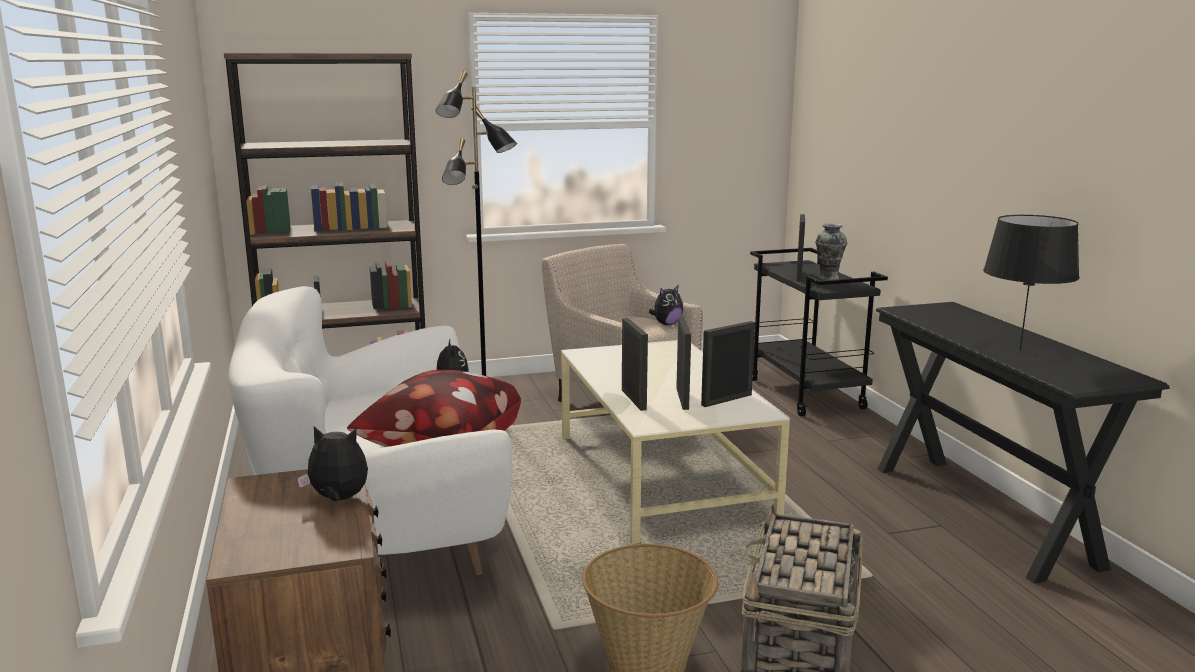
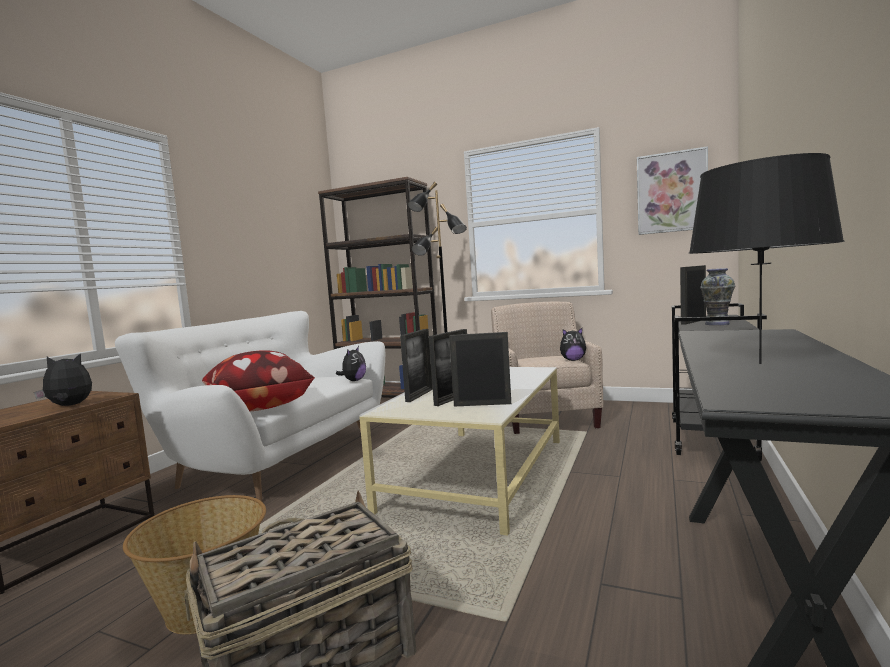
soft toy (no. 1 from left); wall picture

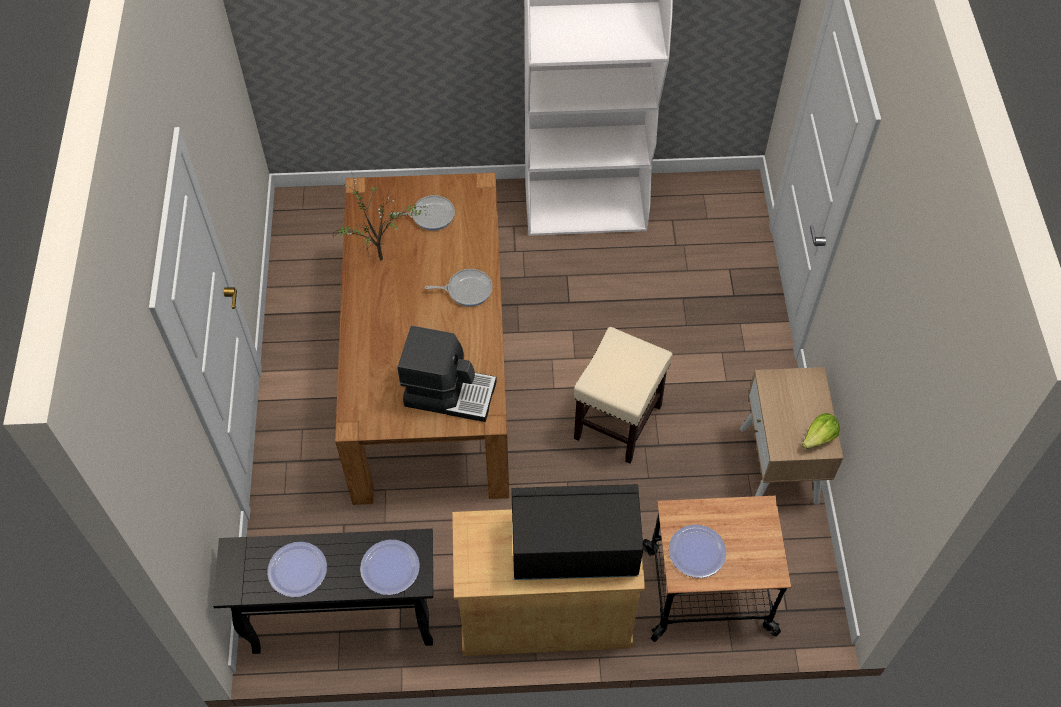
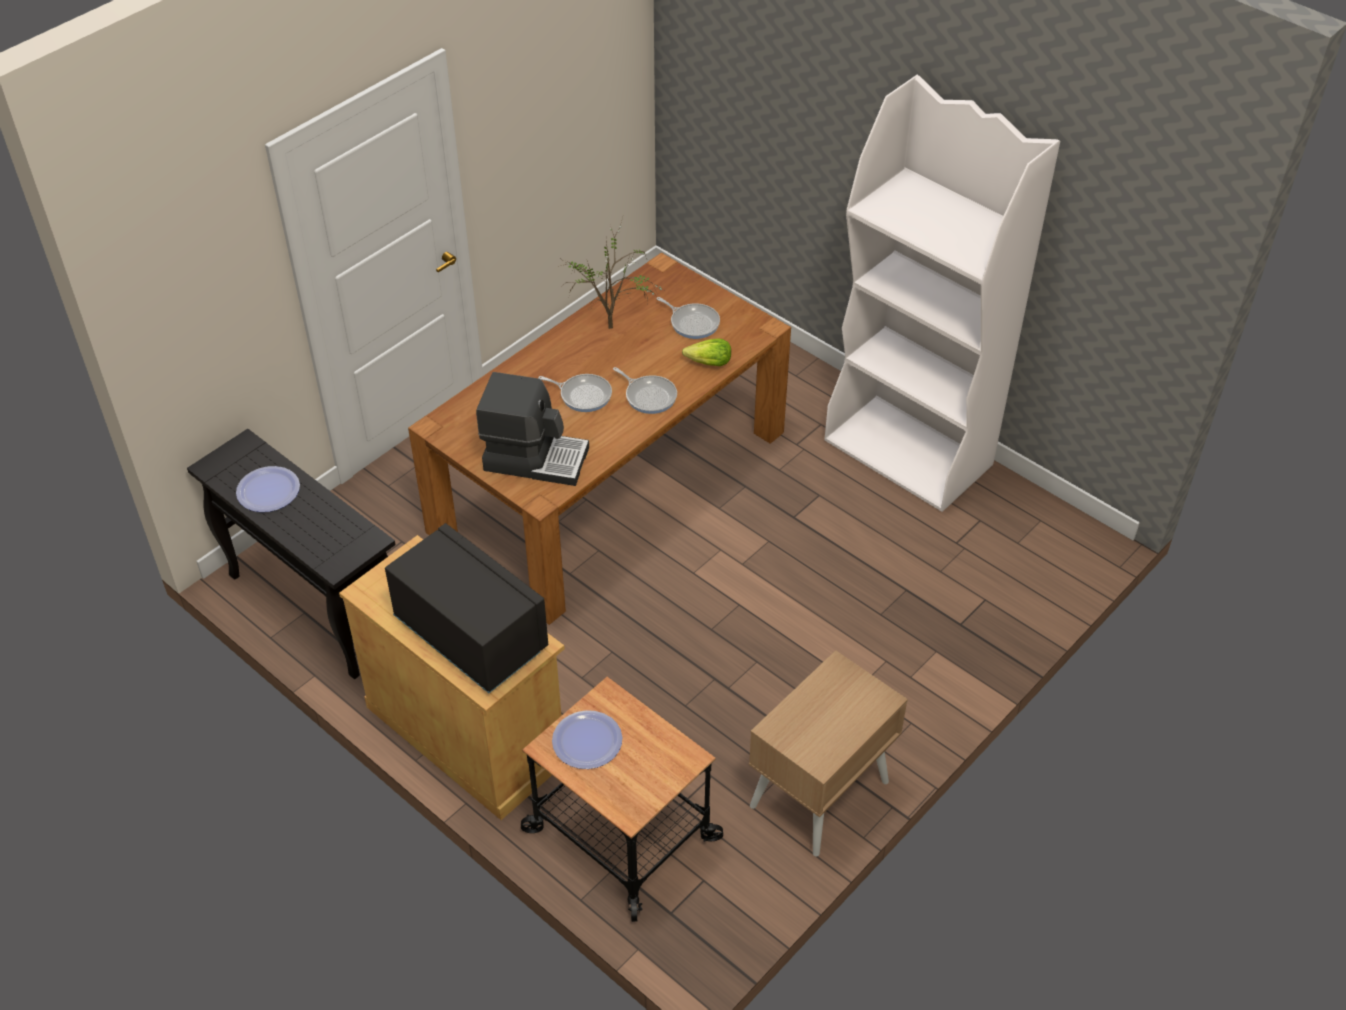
dinner plate (no. 2 from left in the first image); coffee machine; sand-coloured stool; head of lettuce; frying pan (no. 1 from left)

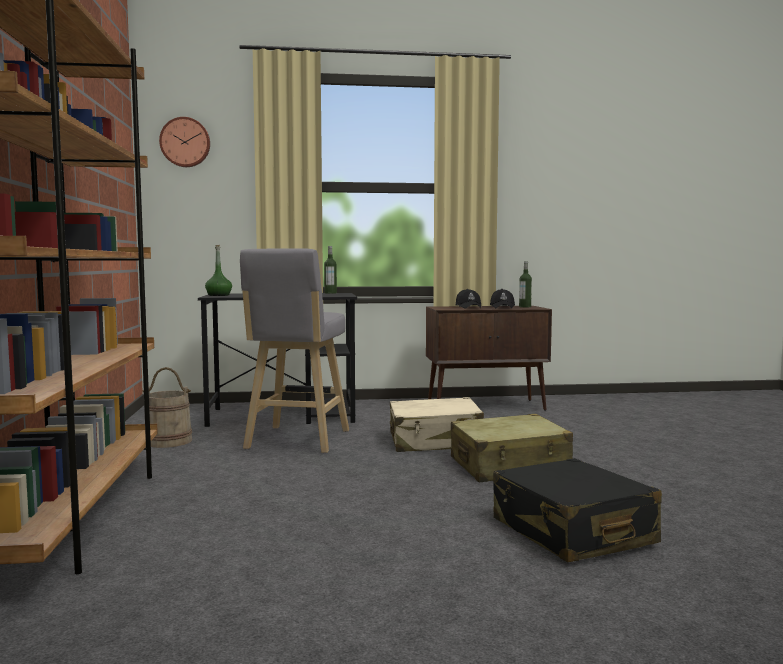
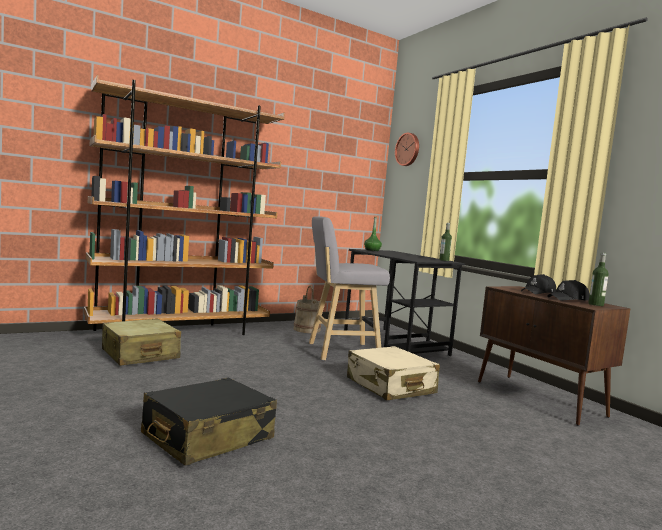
sand-coloured suitcase (no. 1 from left)

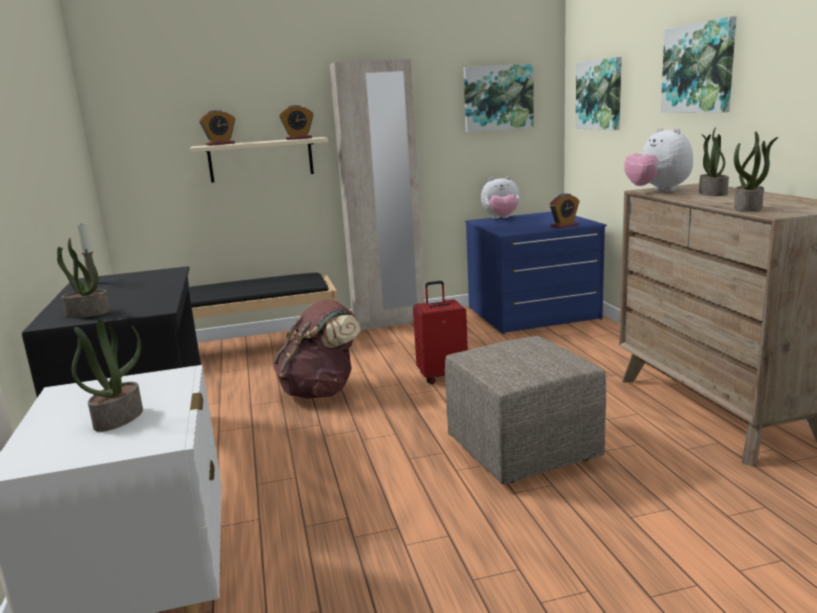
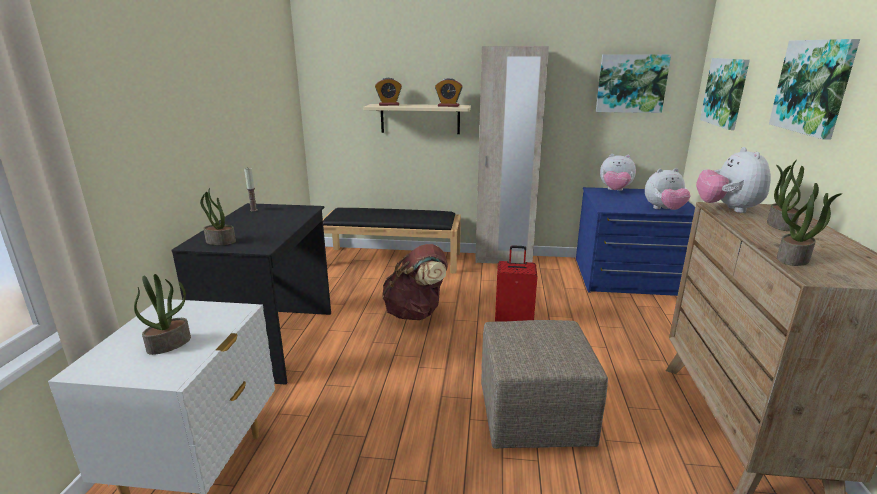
soft toy (no. 2 from left)

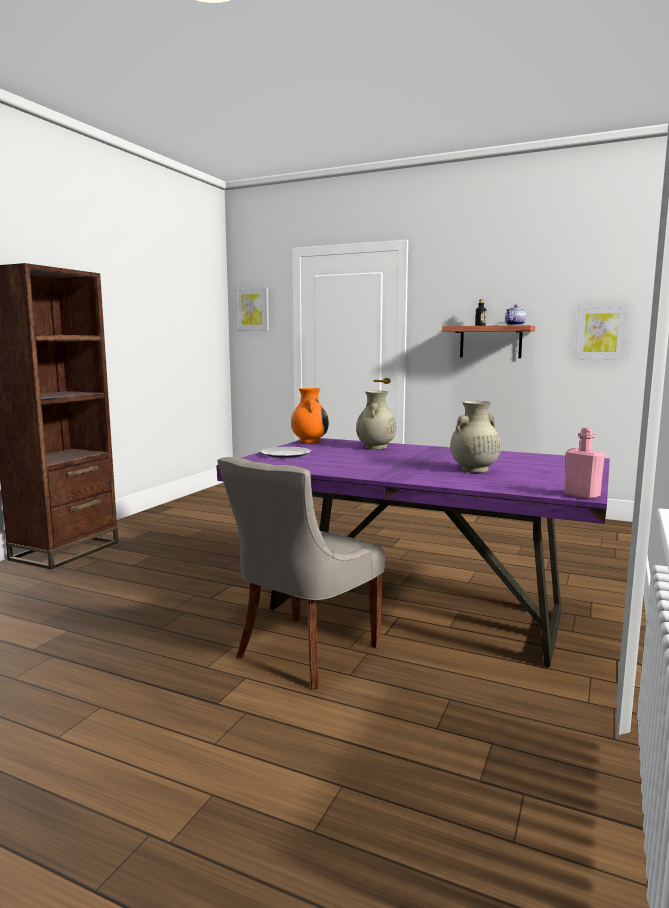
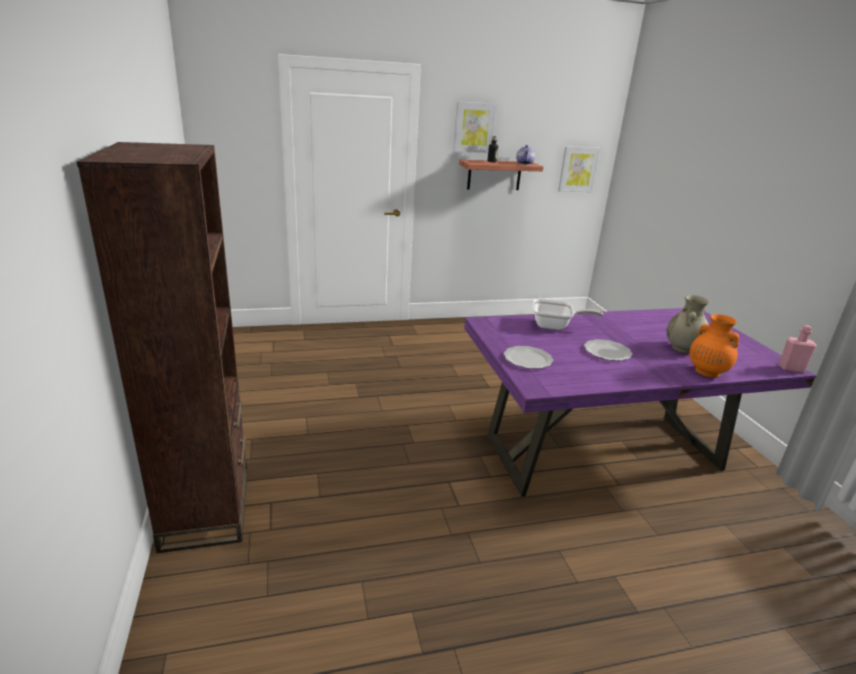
gray upright chair; wall picture (no. 1 from left); orange-coloured decorative vase; frying pan; dinner plate (no. 2 from left)

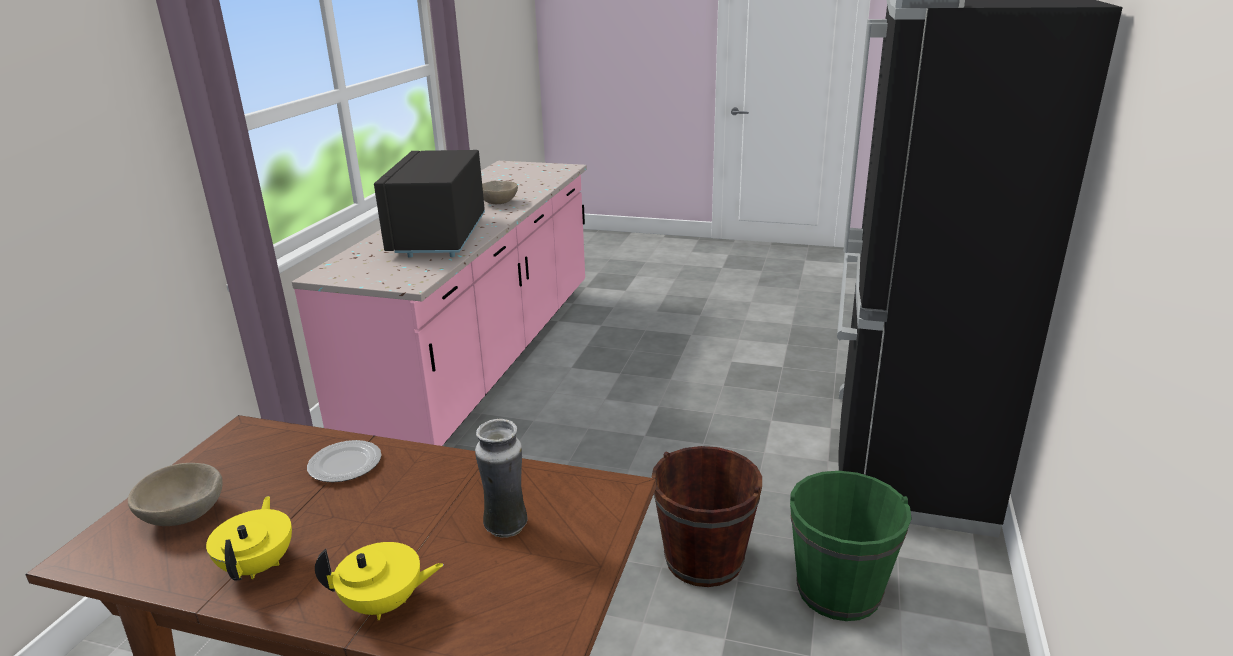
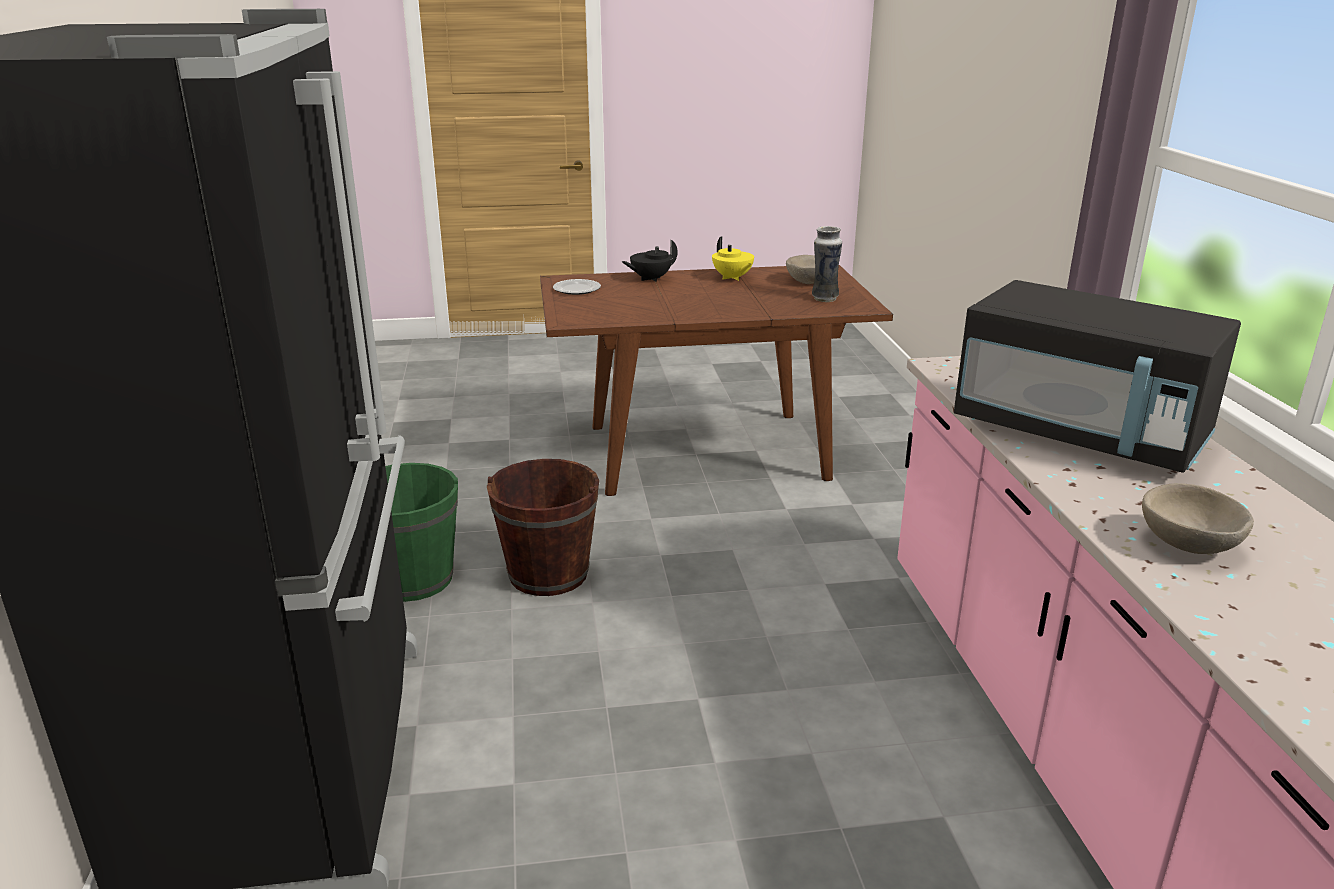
dinner plate; black-coloured pot for tea; black-coloured microwave; decorative vase

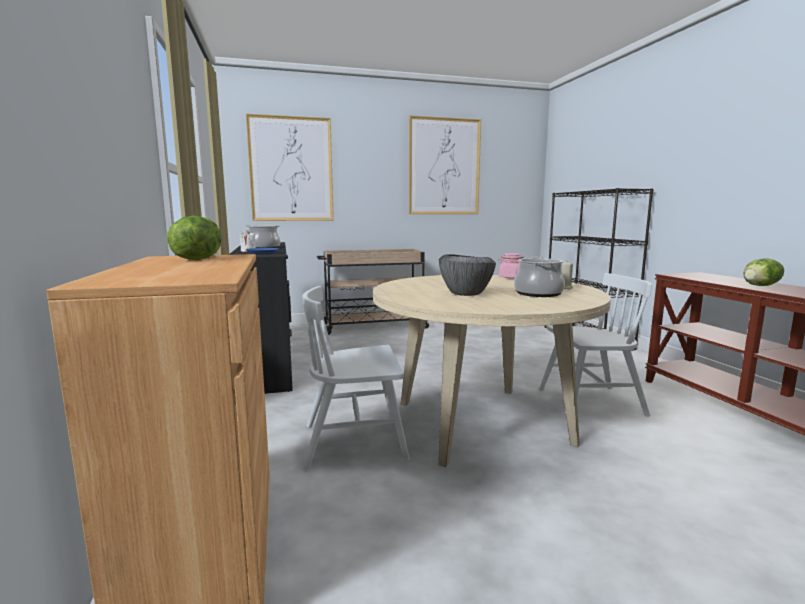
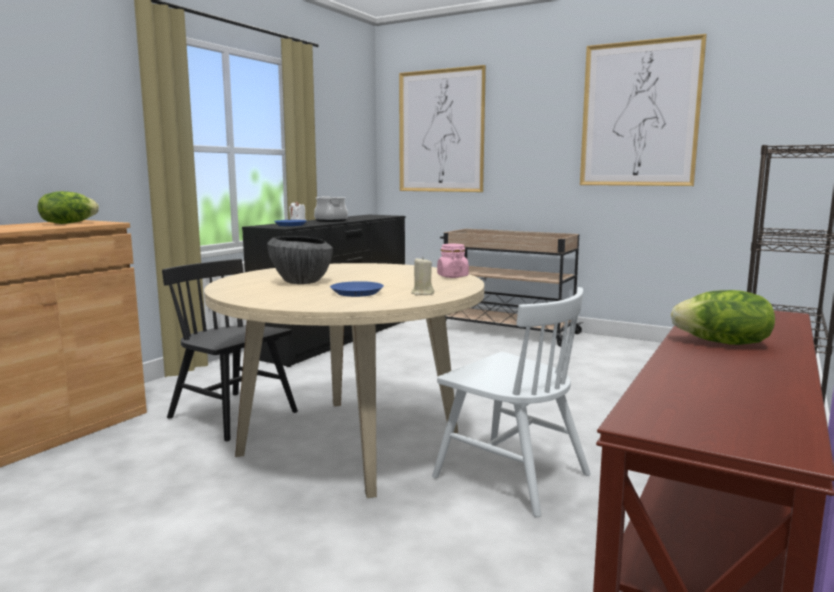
black-coloured upright chair; blue dinner plate (no. 2 from left)

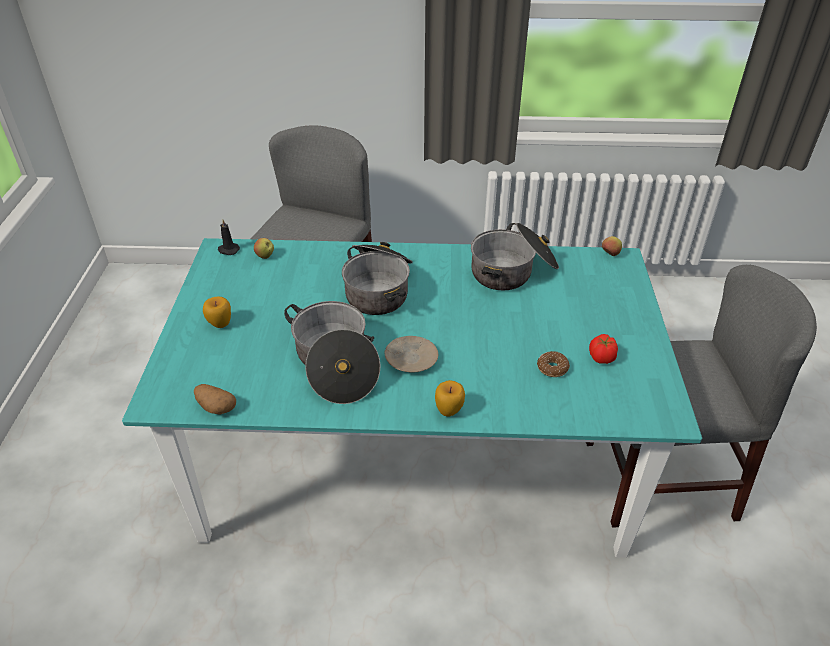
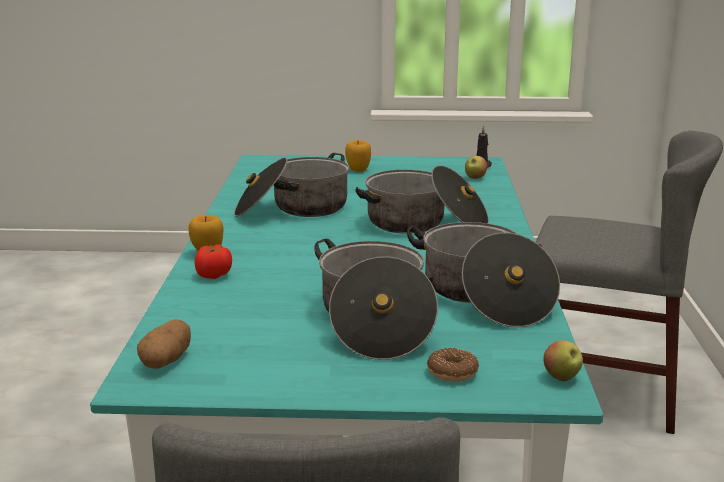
whole potato; sand-coloured dinner plate; doughnut; tomato; saucepot (no. 2 from left)

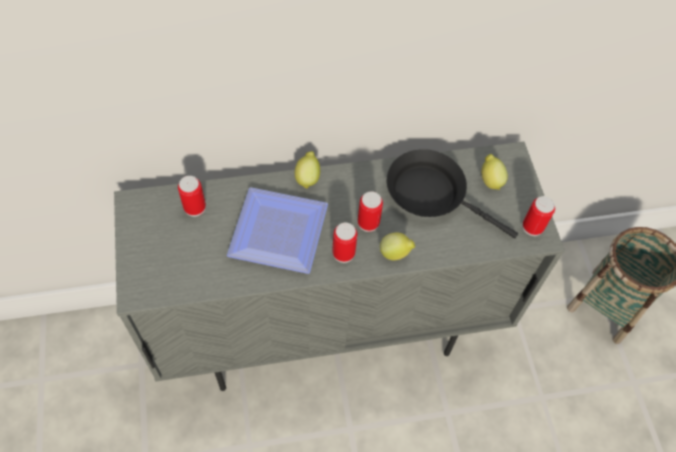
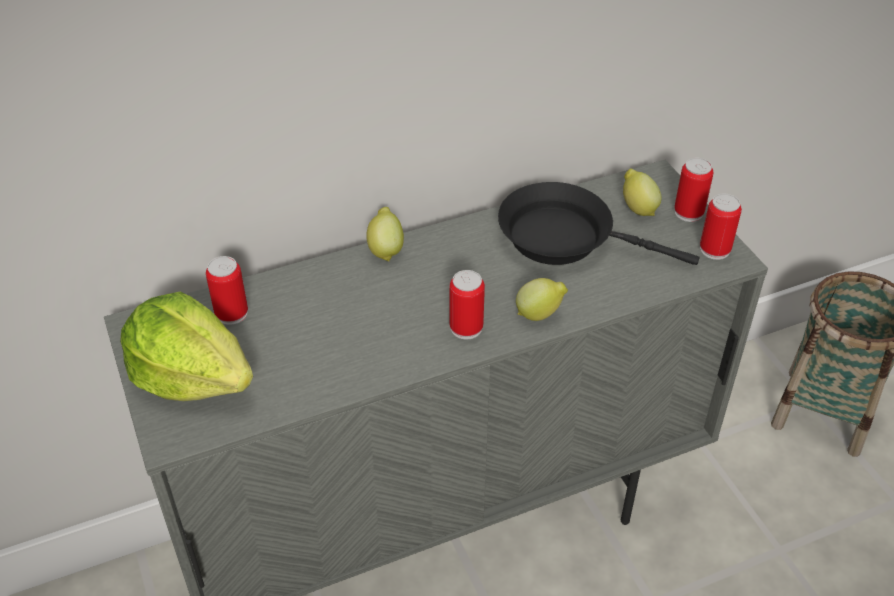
dinner plate; sealed can (no. 3 from left); head of lettuce

